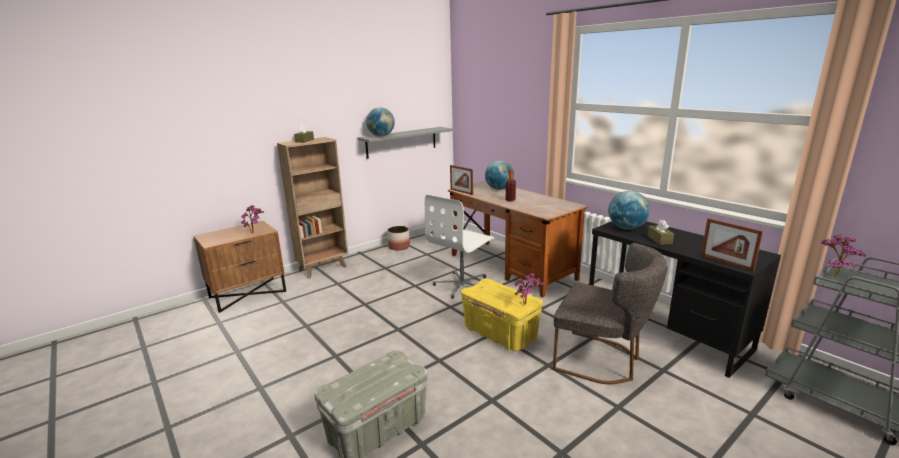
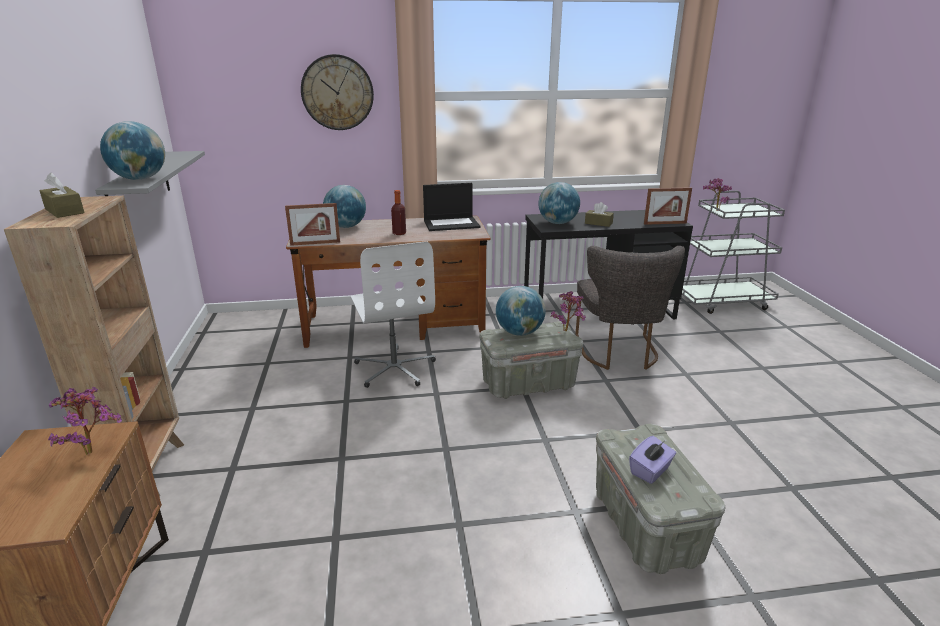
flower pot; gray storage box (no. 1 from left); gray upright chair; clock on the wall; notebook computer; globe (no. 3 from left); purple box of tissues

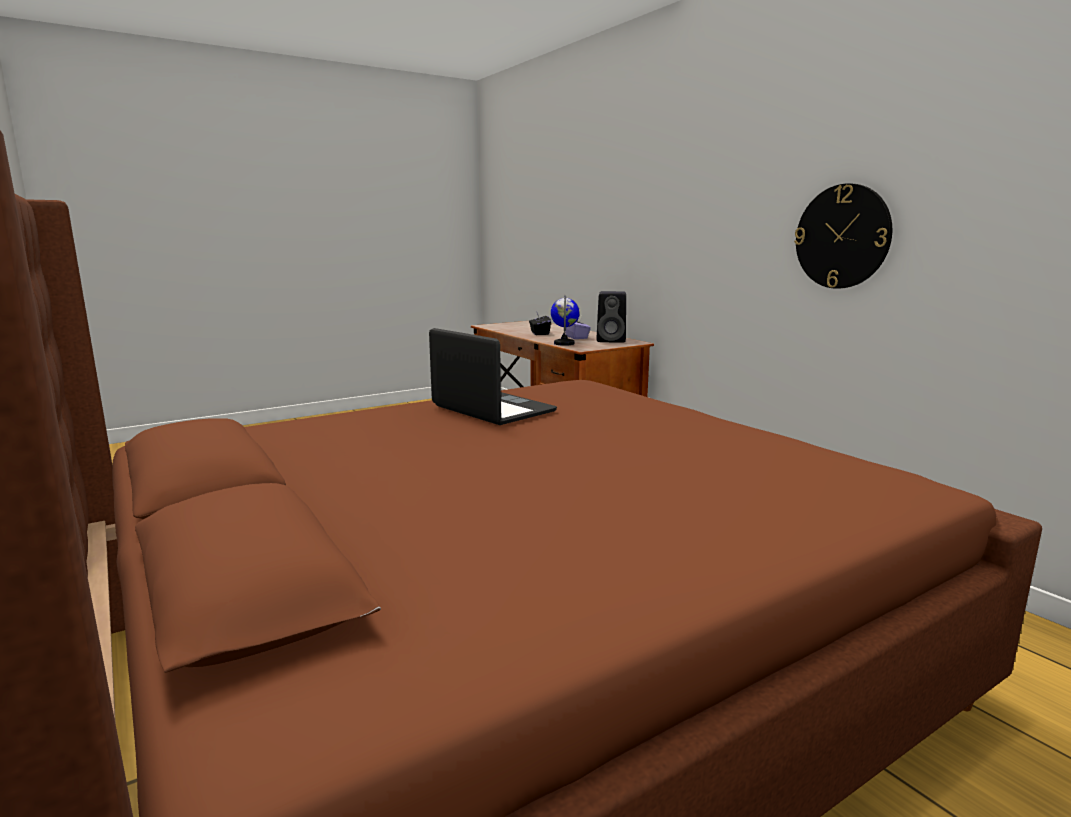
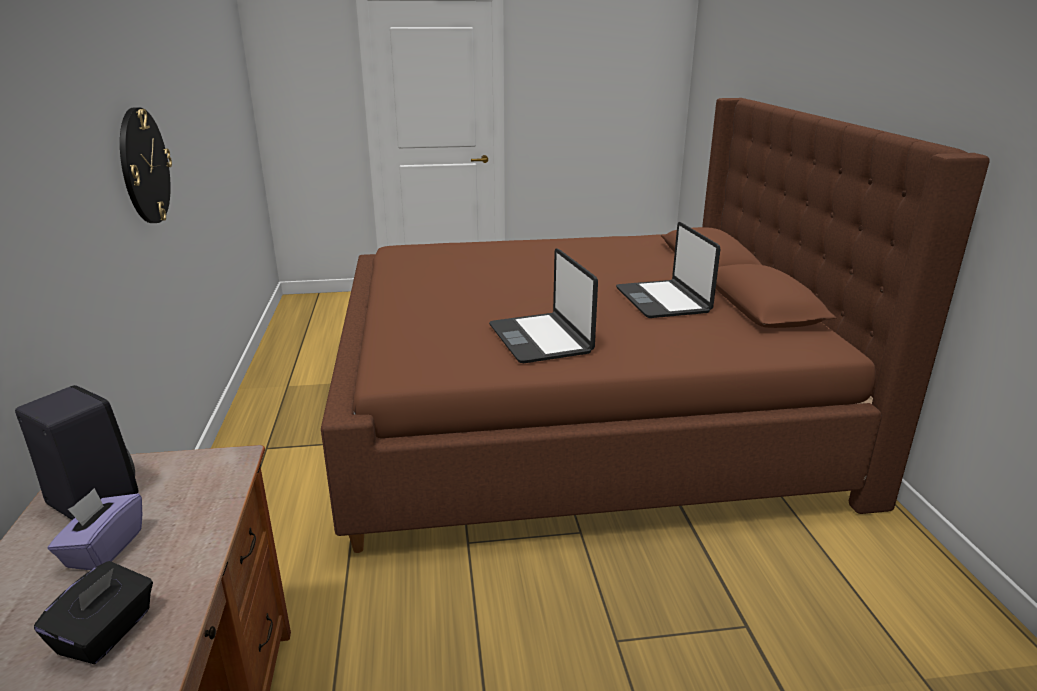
globe; notebook computer (no. 2 from left)

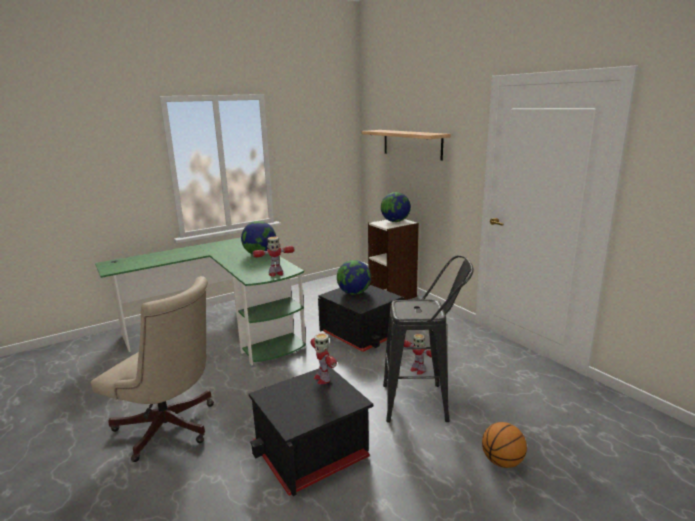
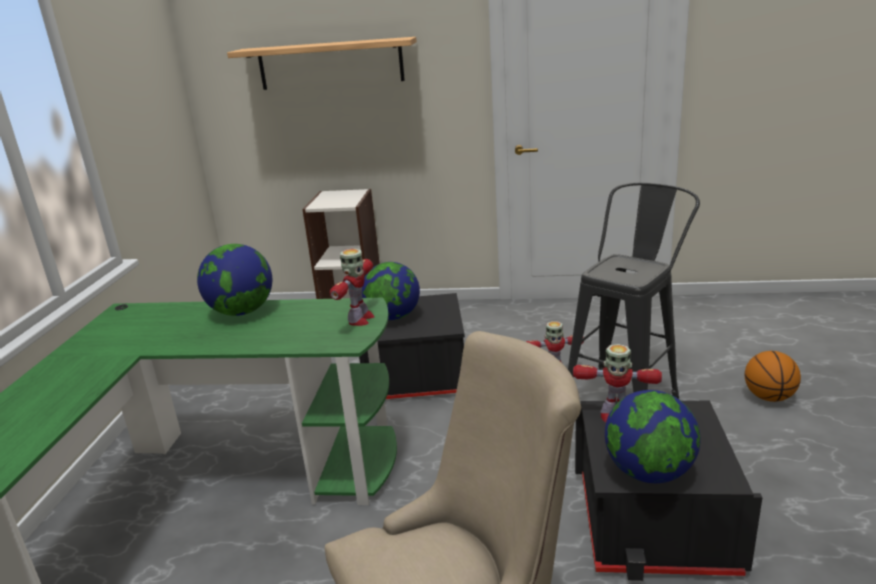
globe (no. 3 from left)

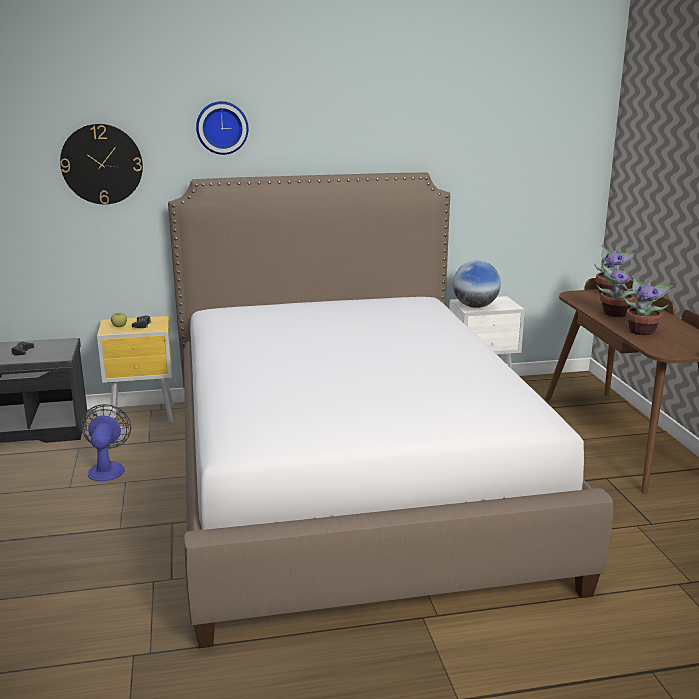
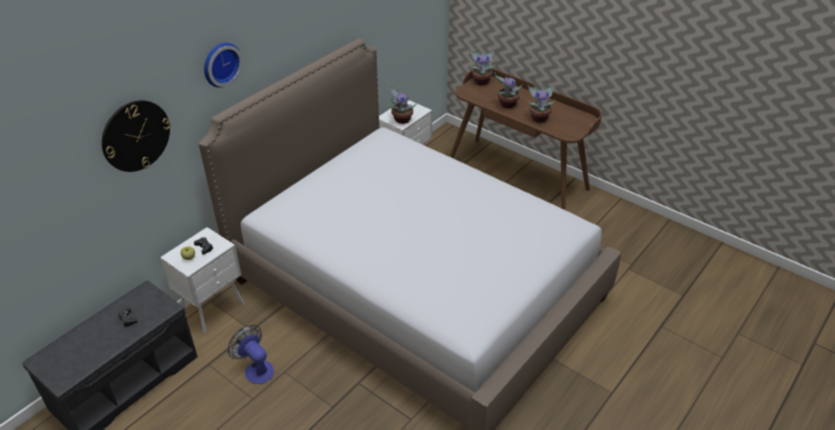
white-coloured bedside table (no. 1 from left); houseplant (no. 1 from left)

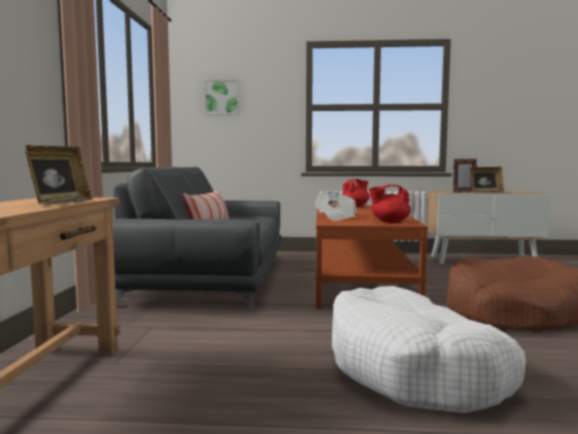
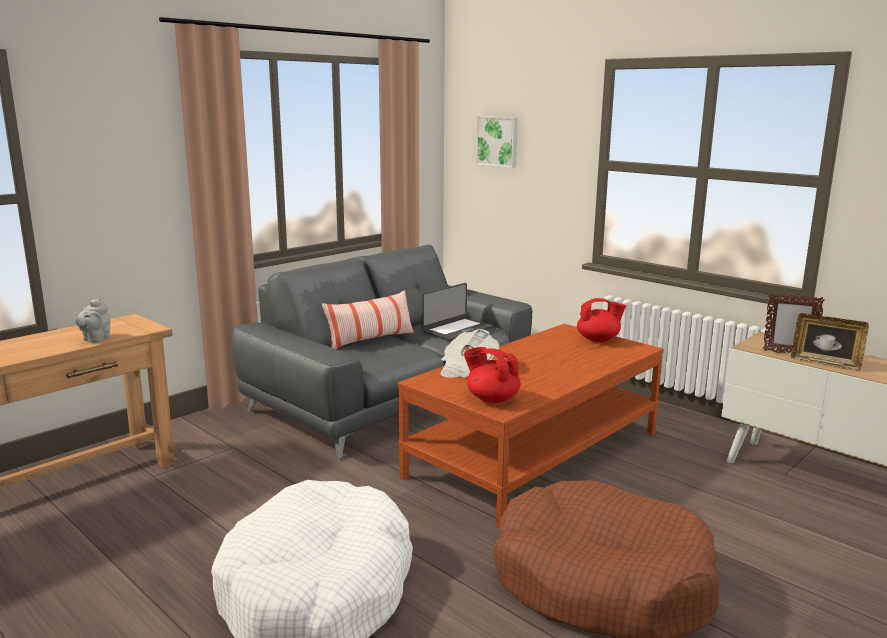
gray pot for tea; notebook computer

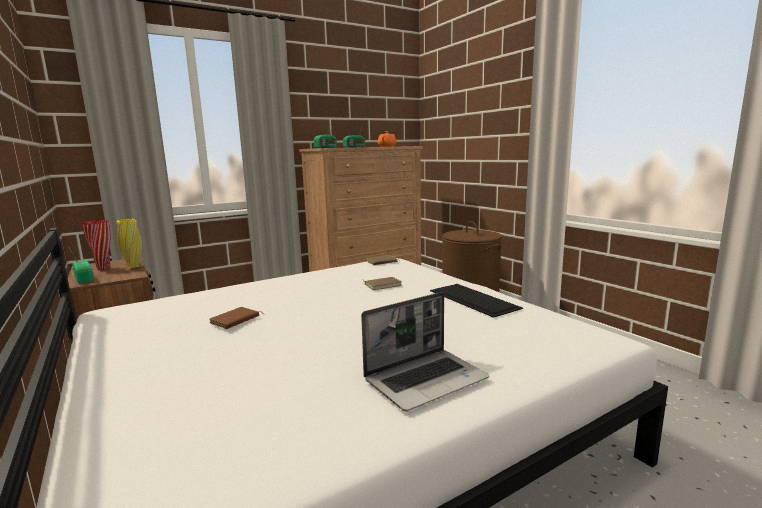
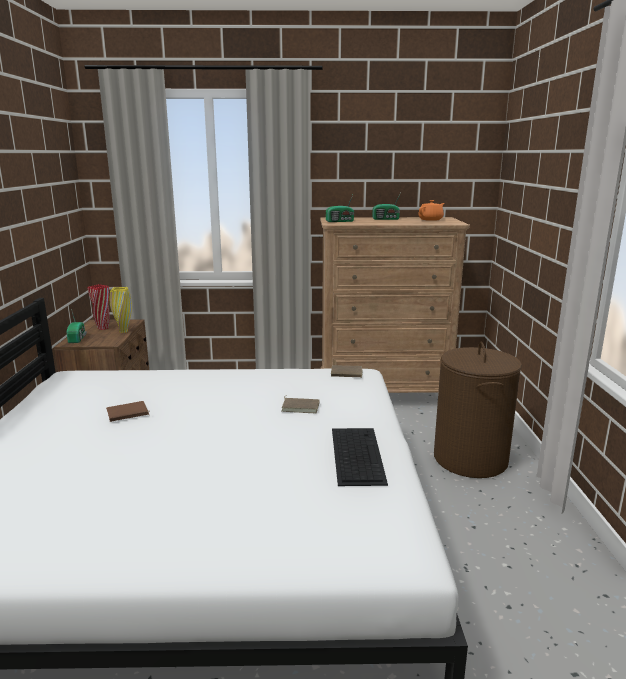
notebook computer

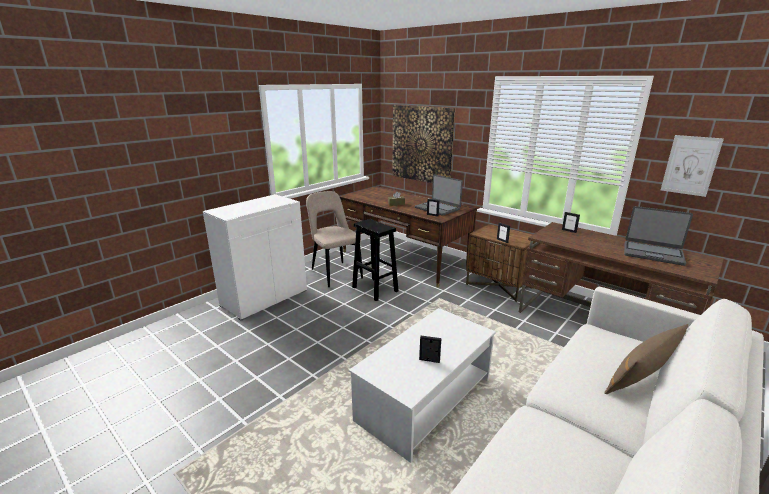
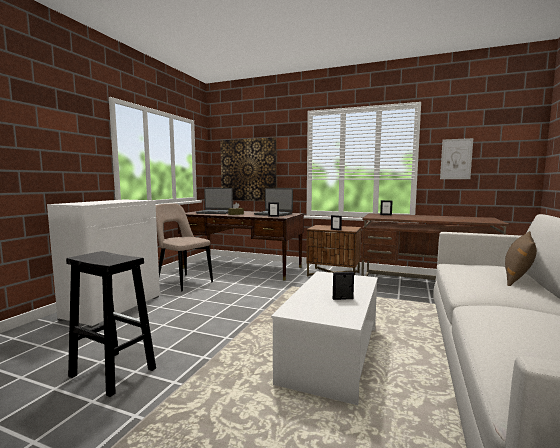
black-coloured stool; notebook computer (no. 1 from left)

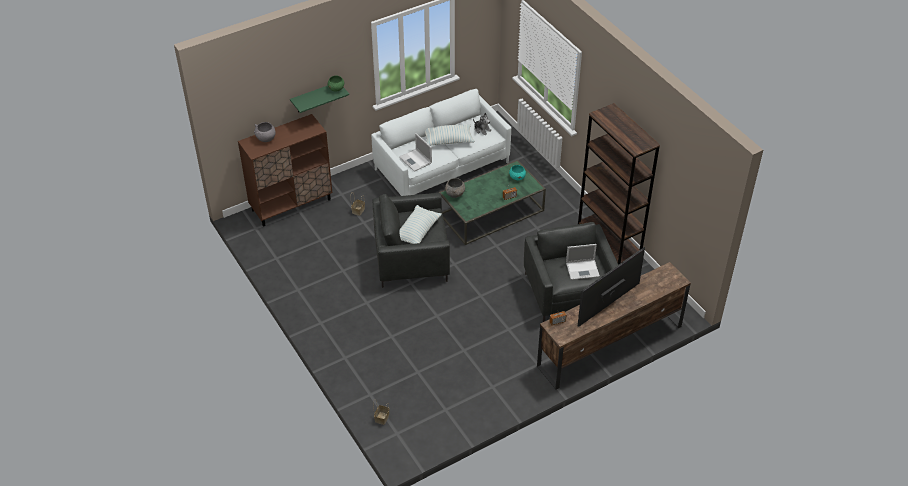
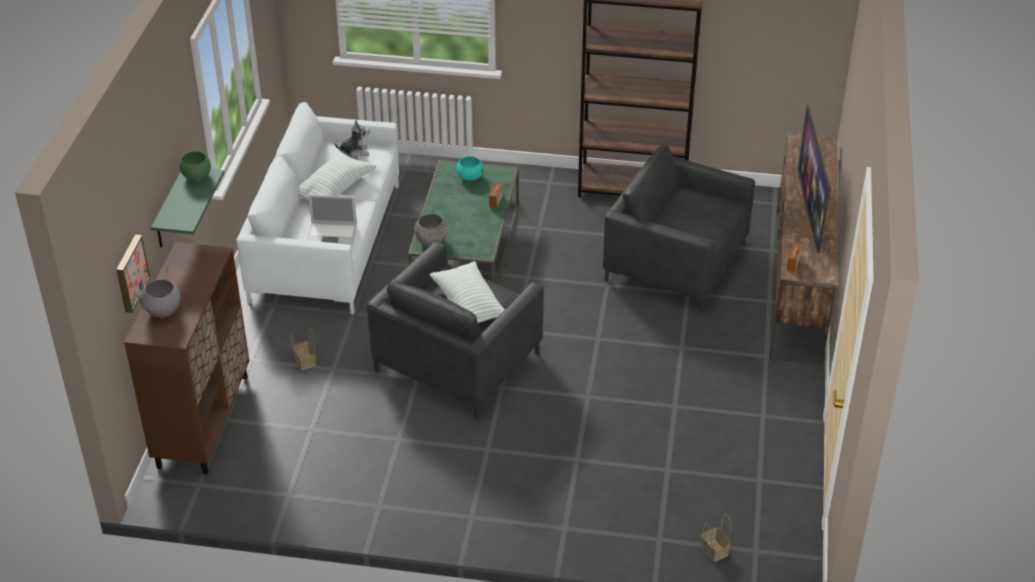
notebook computer (no. 2 from left in the first image); wall picture

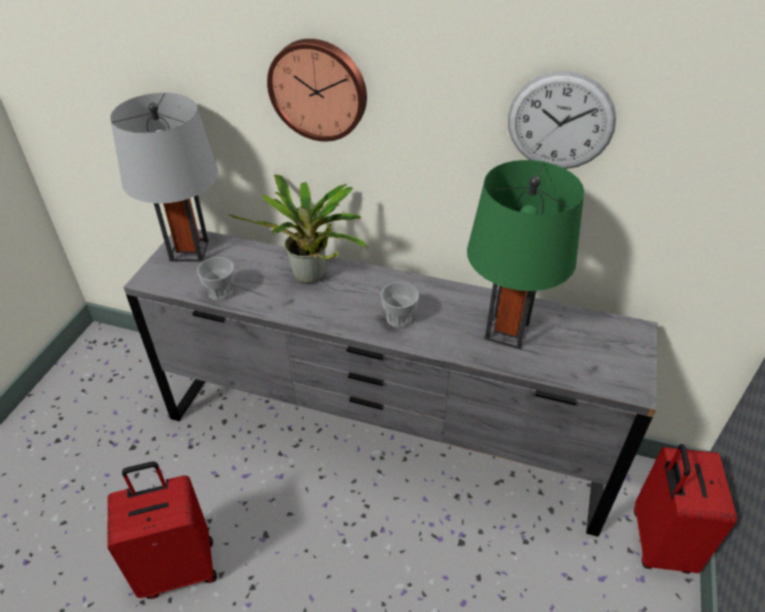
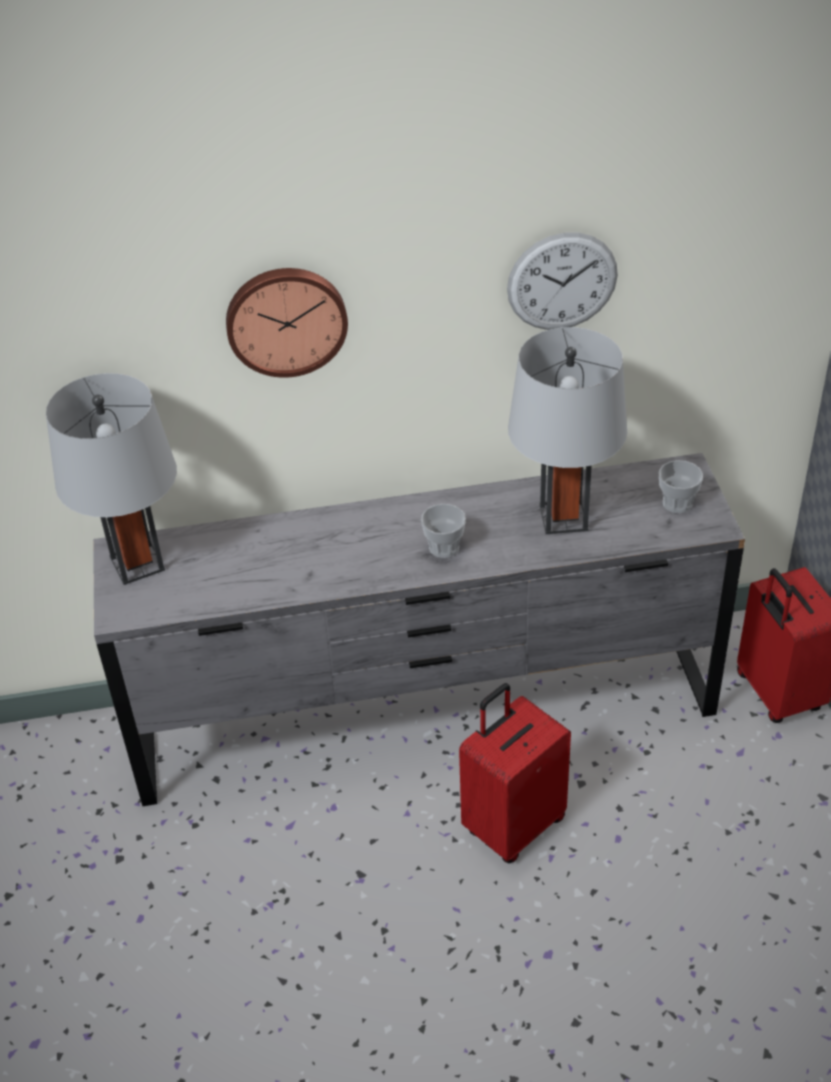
red suitcase (no. 1 from left); small cup (no. 2 from left); houseplant; gray table lamp (no. 2 from left)

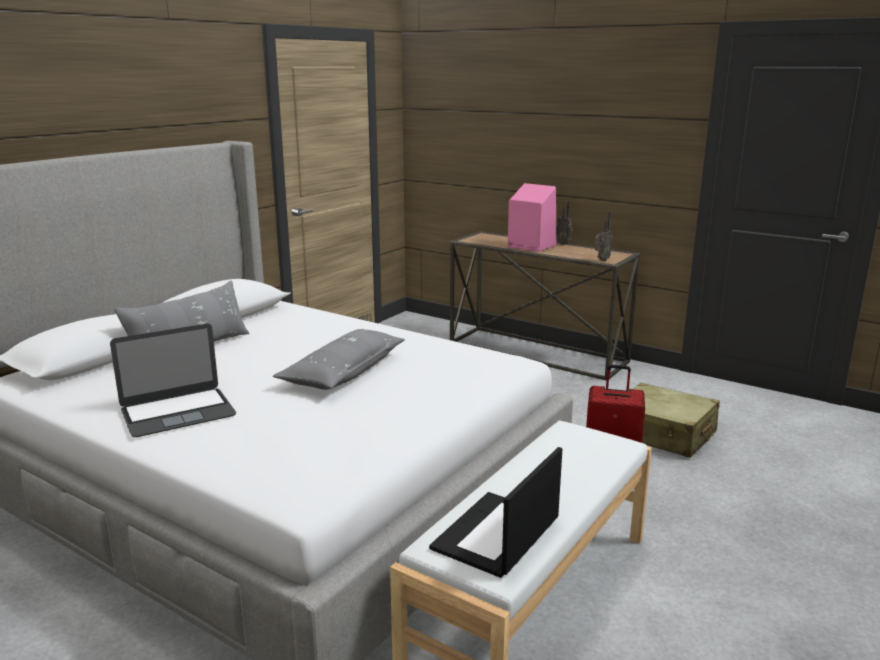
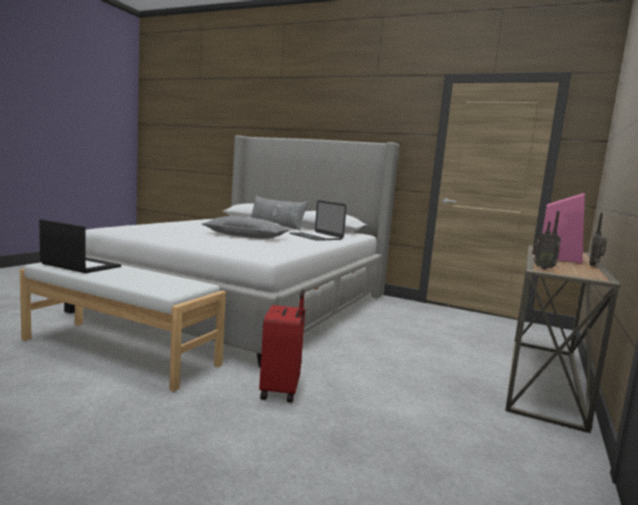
notebook computer (no. 2 from left); sand-coloured suitcase

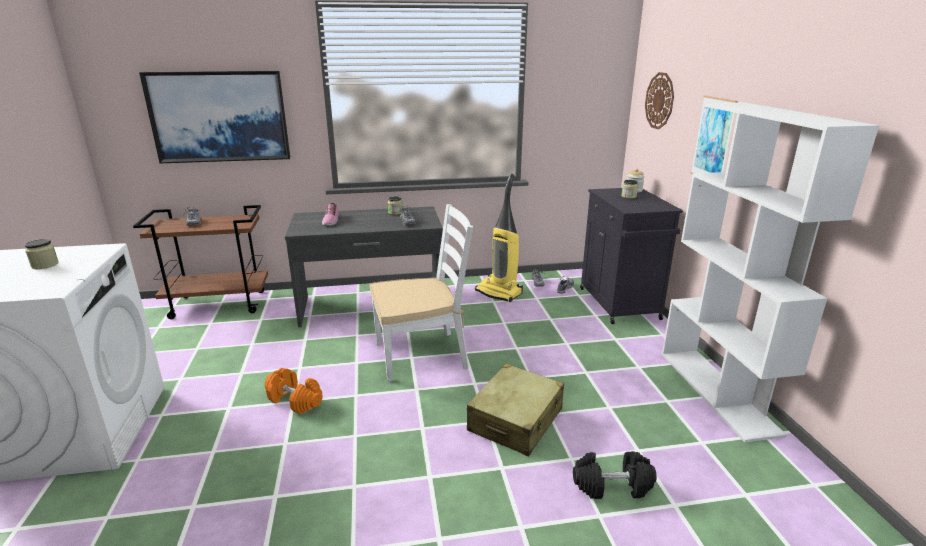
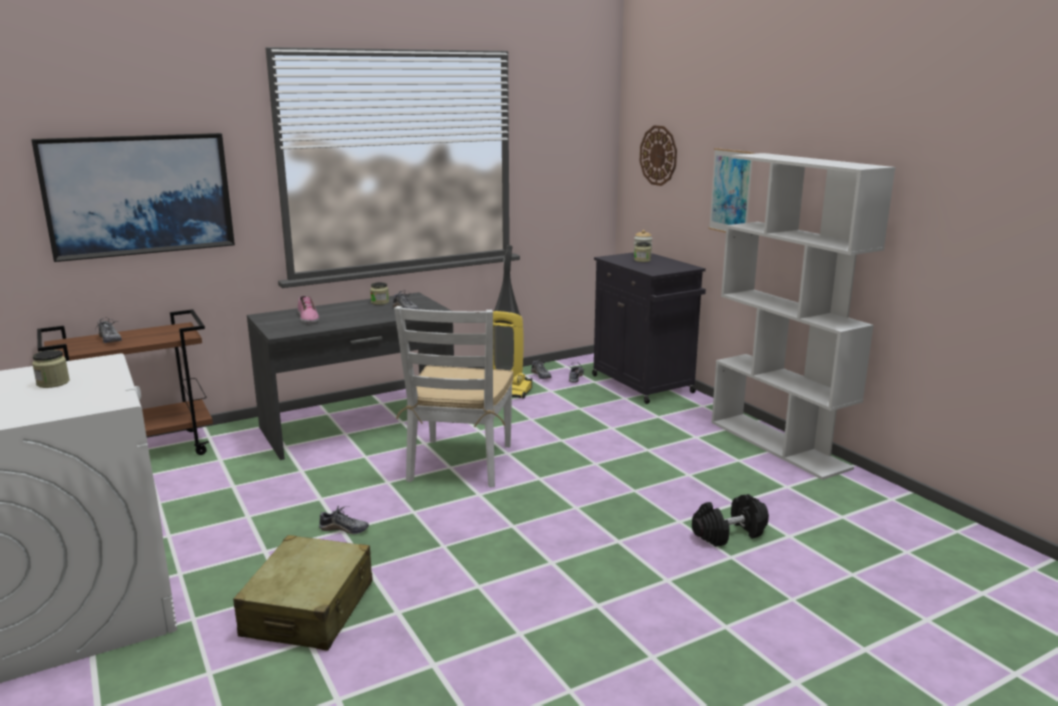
low shoe (no. 3 from left); white-coloured upright chair; sand-coloured suitcase

